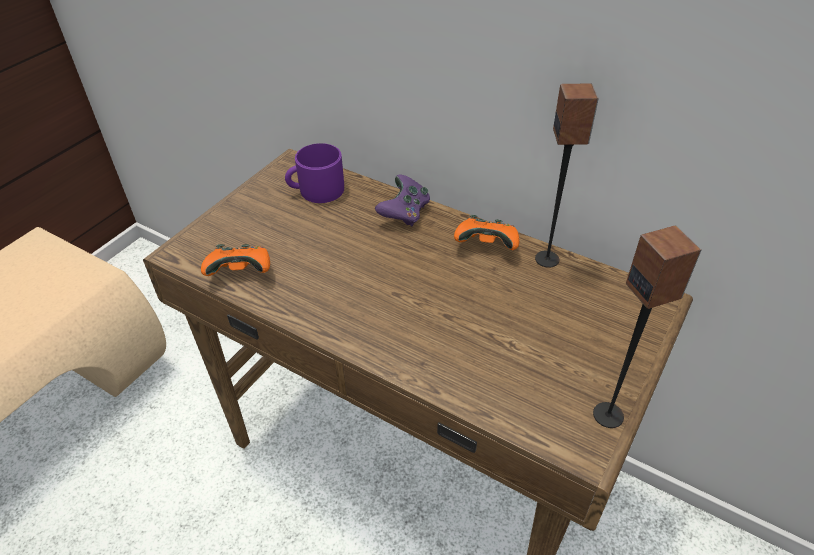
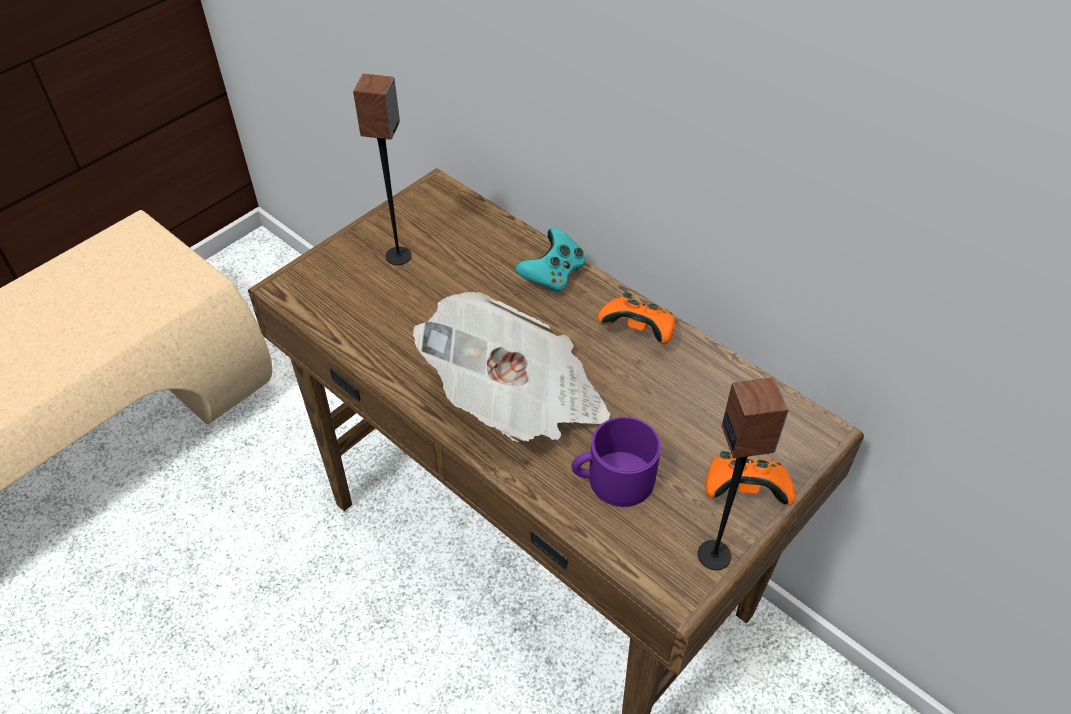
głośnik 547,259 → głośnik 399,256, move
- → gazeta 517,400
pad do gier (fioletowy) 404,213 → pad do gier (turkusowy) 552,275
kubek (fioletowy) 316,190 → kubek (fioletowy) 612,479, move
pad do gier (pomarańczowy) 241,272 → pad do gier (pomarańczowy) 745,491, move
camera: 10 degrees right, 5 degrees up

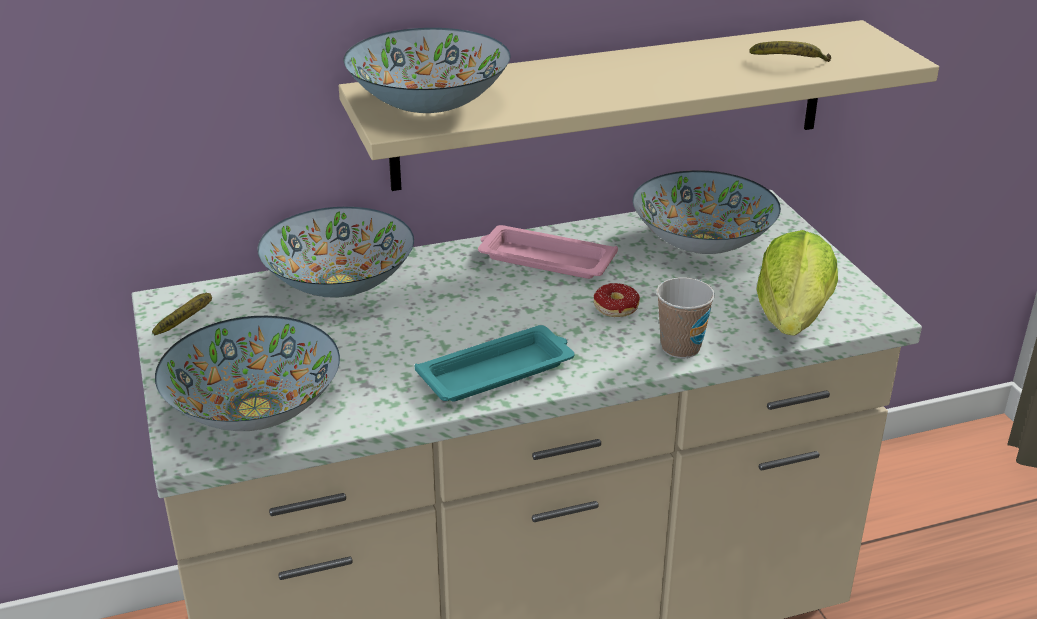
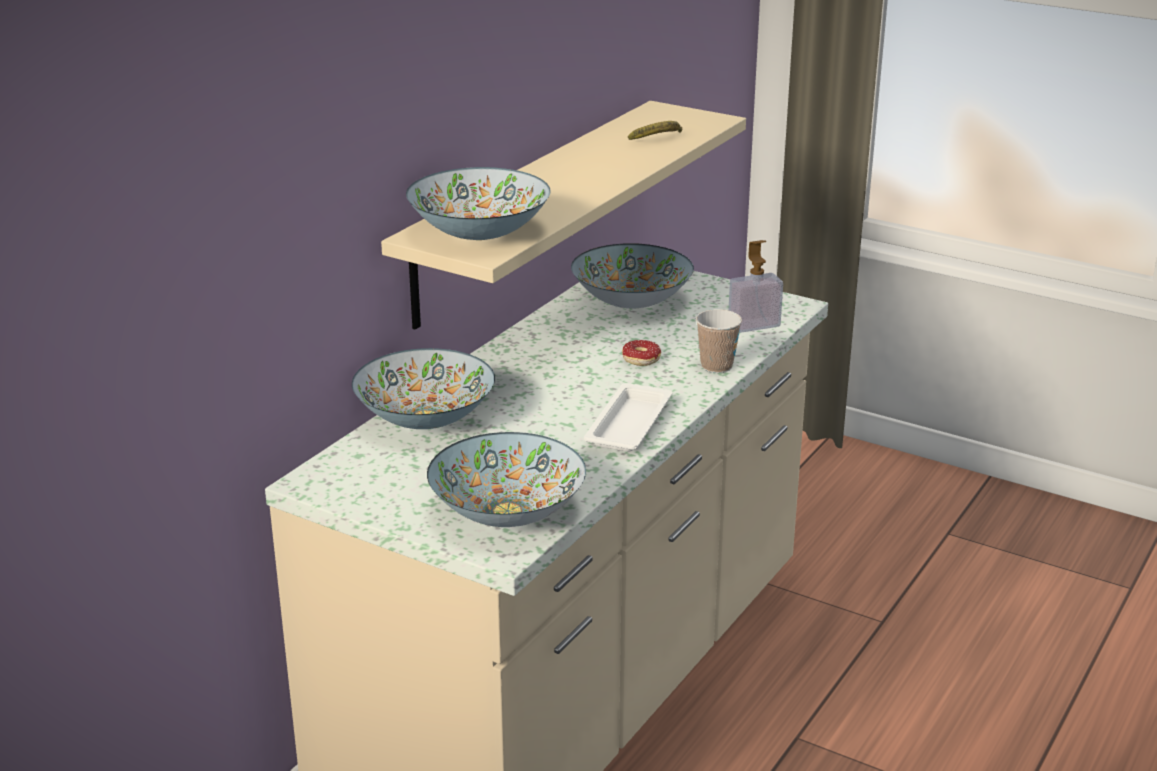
taca (turkusowy) 498,371 → taca (biały) 630,424
sałata 792,318 → dozownik mydła 754,325
banan 190,321 → -
taca (różowy) 544,259 → -
camera: 40 degrees left, 5 degrees down

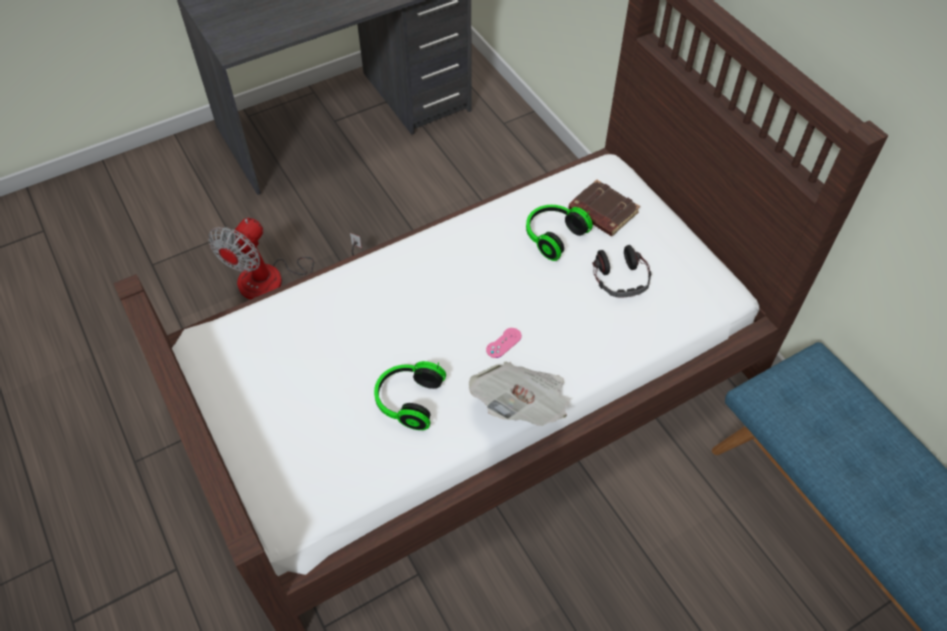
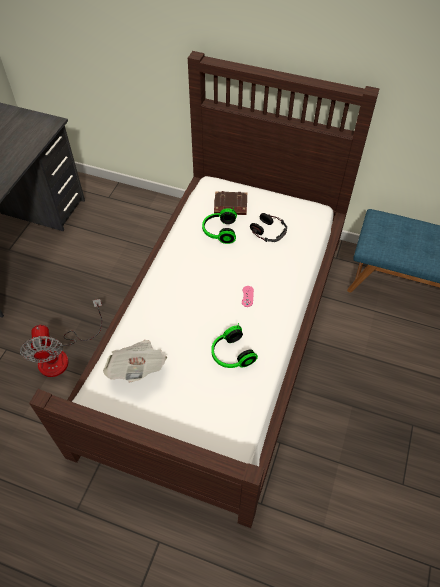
gazeta 522,405 → gazeta 137,368, move
camera: 40 degrees left, 0 degrees up

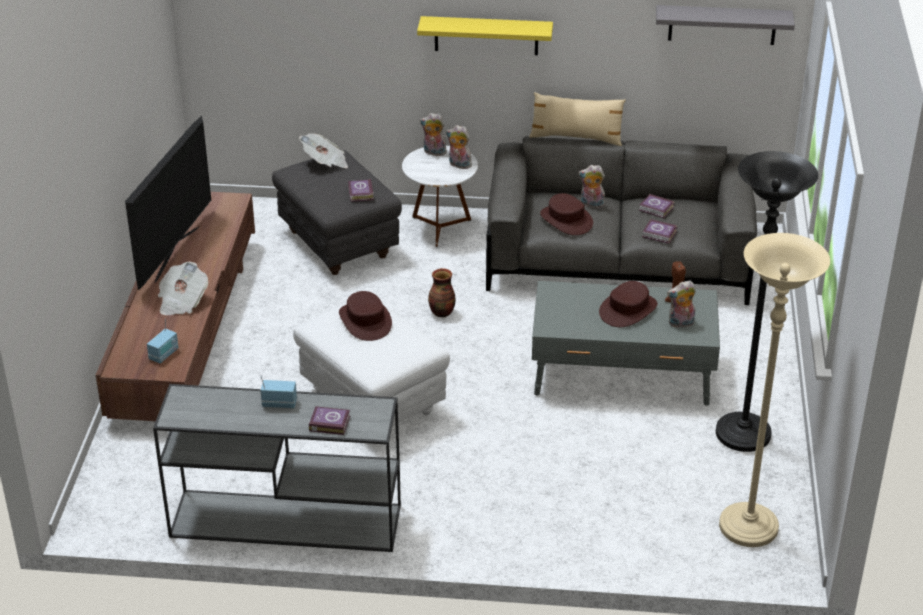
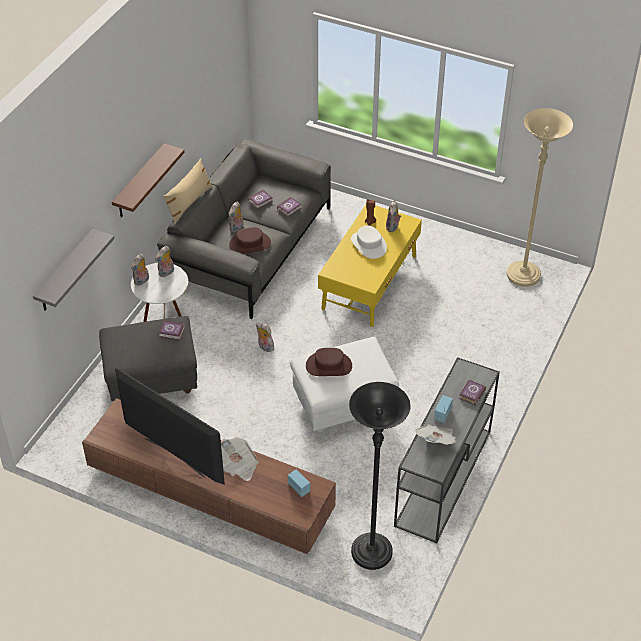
półka (szary) 722,25 → półka (szary) 65,272, move
półka (żółty) 486,35 → półka (brązowy) 139,182
wazon 442,313 → pluszak 264,347
ława (szary) 623,374 → ława (żółty) 369,282
lampa stojąca (czarny) 742,435 → lampa stojąca (czarny) 371,553, move
kapelusz (brązowy) 628,310 → kapelusz (biały) 369,244
gazeta 325,162 → gazeta 436,441, move
camera: 70 degrees left, 10 degrees up

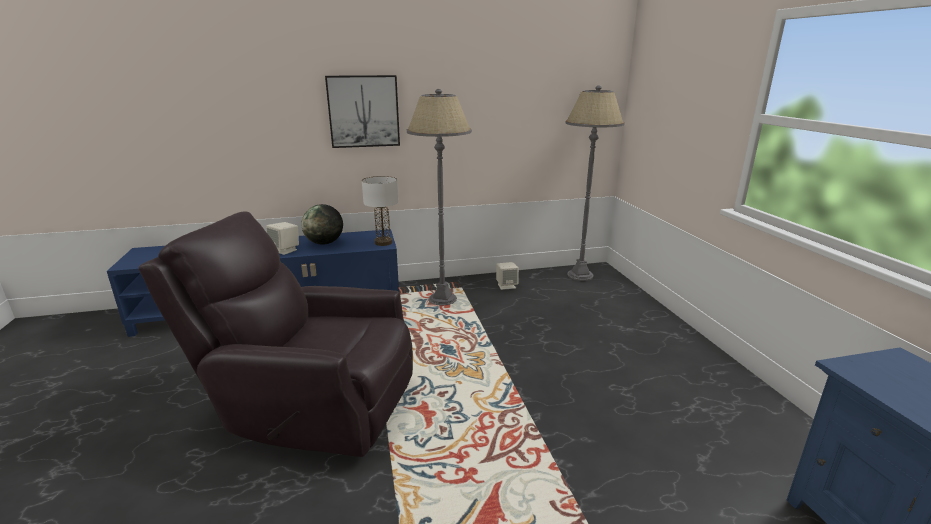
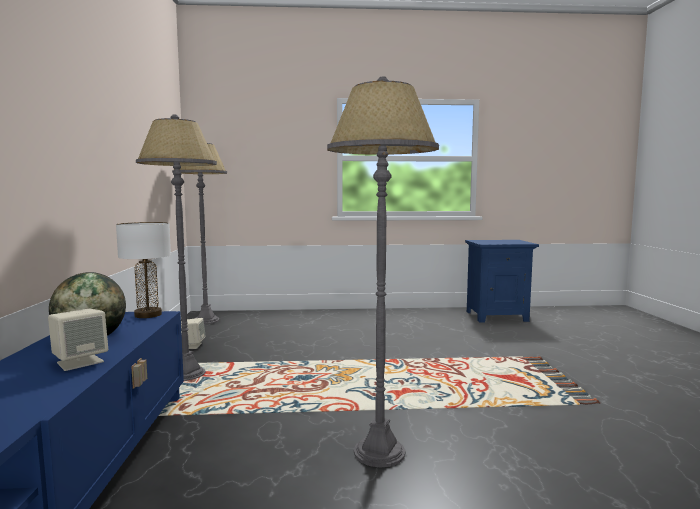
fotel (brązowy) 309,404 → lampa stojąca (szary) 379,452
obraz 363,111 → -
camera: 80 degrees left, 15 degrees down

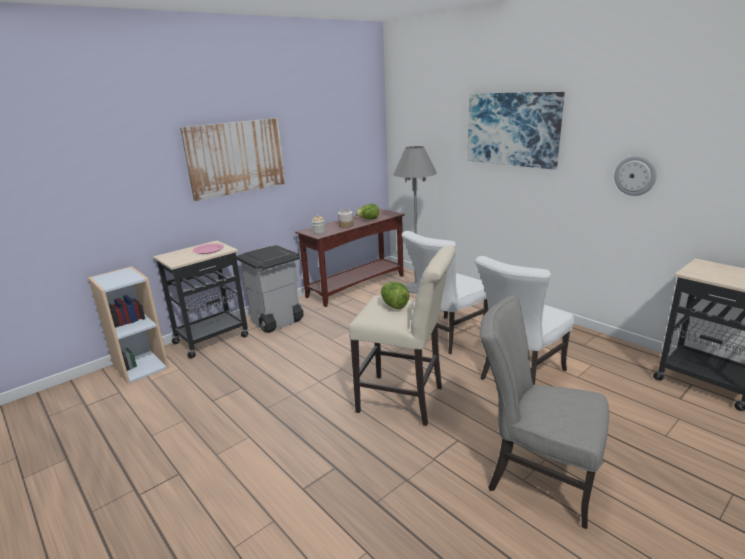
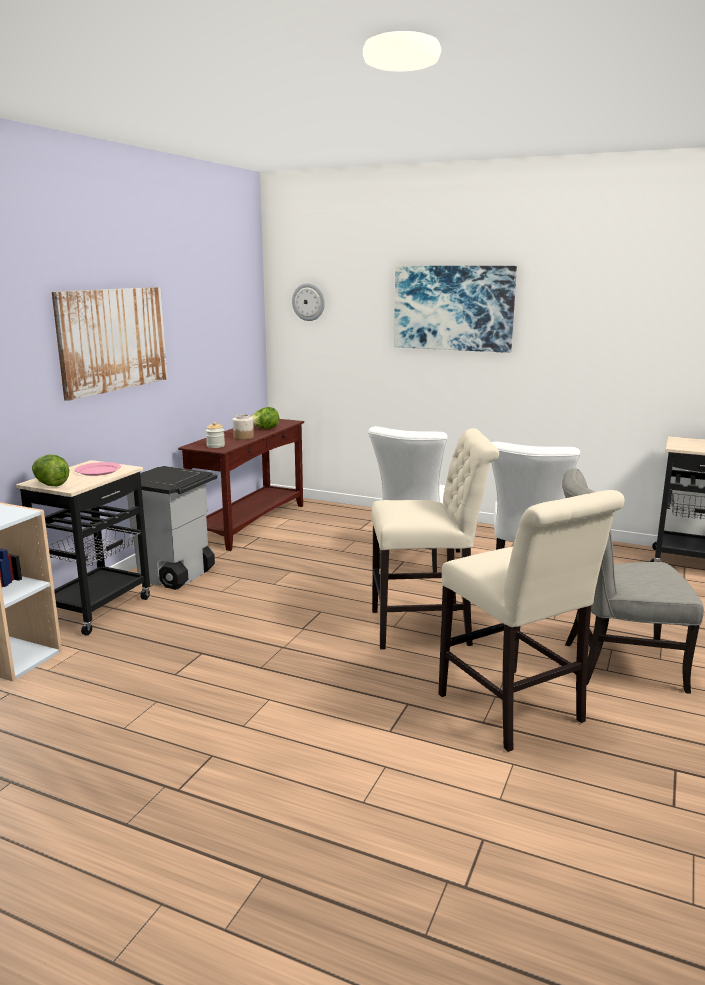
sałata 394,305 → sałata 51,484, move
zegar ścienny 635,175 → zegar ścienny 308,302, move
- → stołek (beżowy) 514,713
lampa stojąca (szary) 416,288 → -
camera: 25 degrees left, 5 degrees down

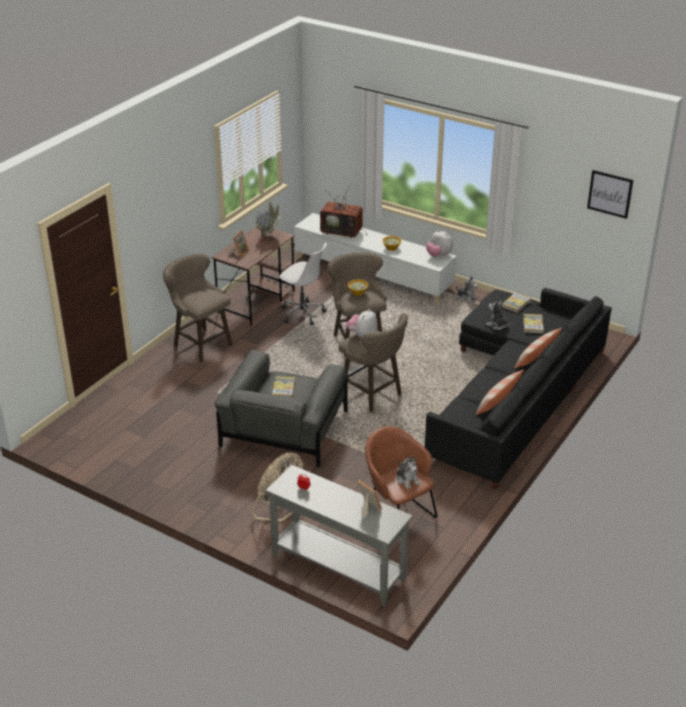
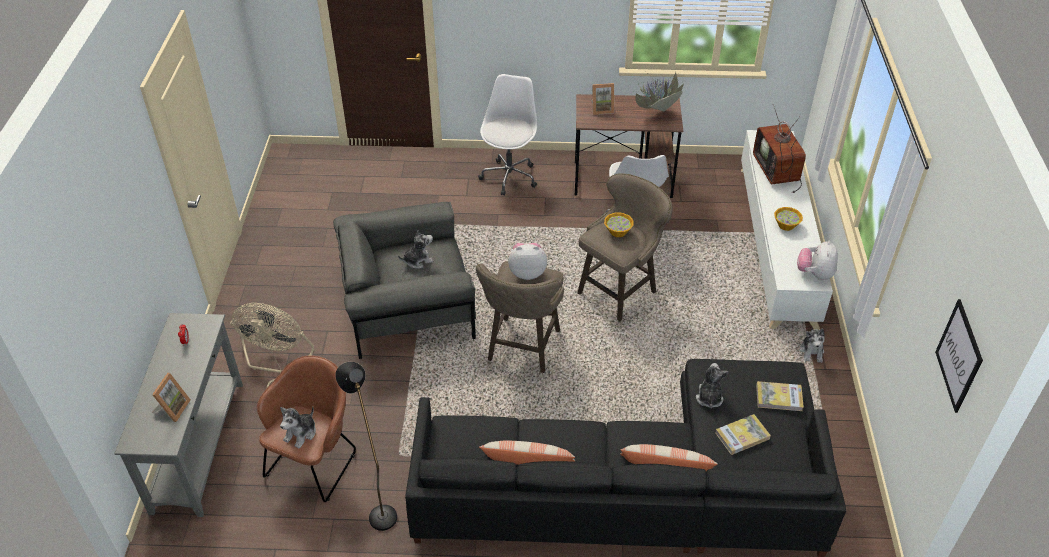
- → lampa stojąca (czarny) 379,510
książka 283,389 → pluszak 417,260
stołek (beżowy) 201,344 → krzesło biurowe (biały) 509,176
camera: 60 degrees right, 10 degrees up

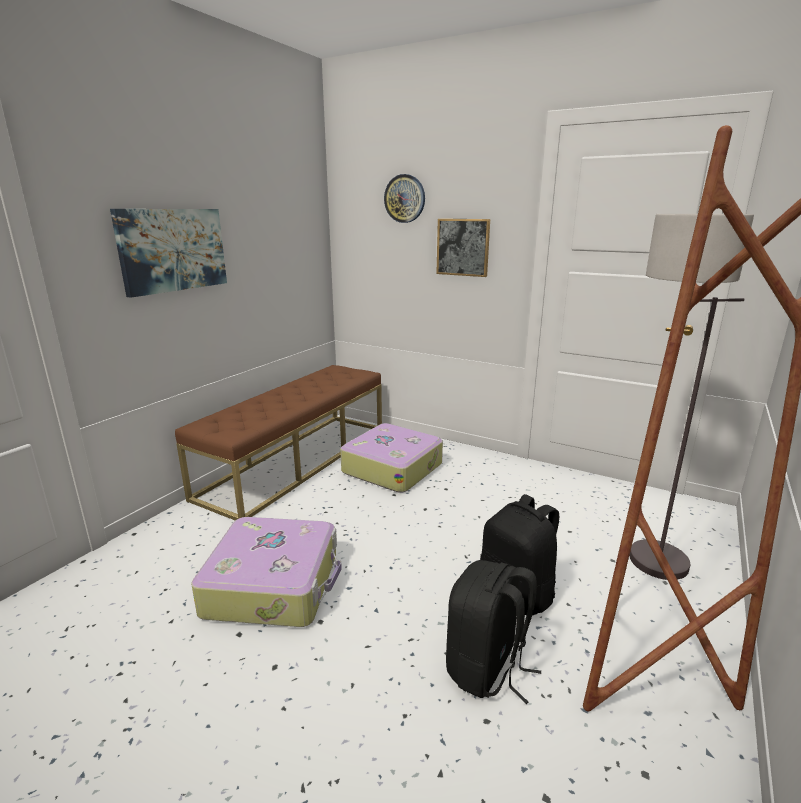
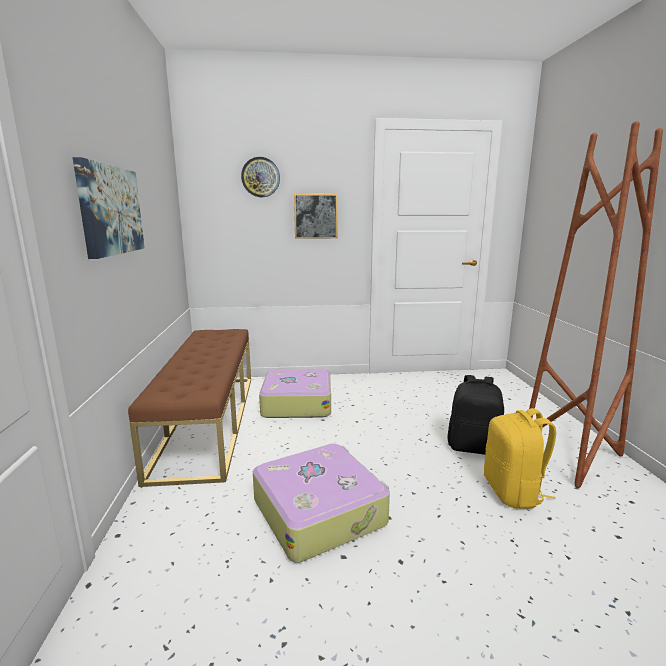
plecak (czarny) 487,668 → plecak (żółty) 513,492
lampa stojąca (szary) 642,563 → -
camera: 35 degrees left, 5 degrees down

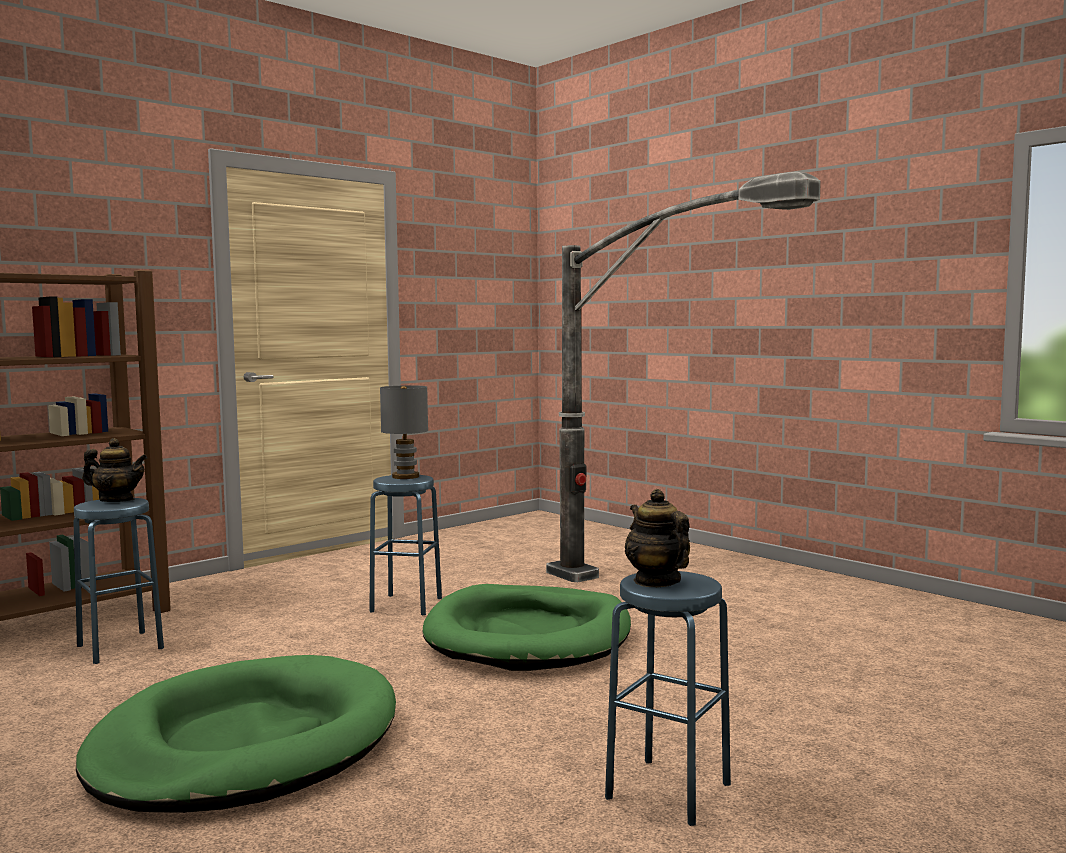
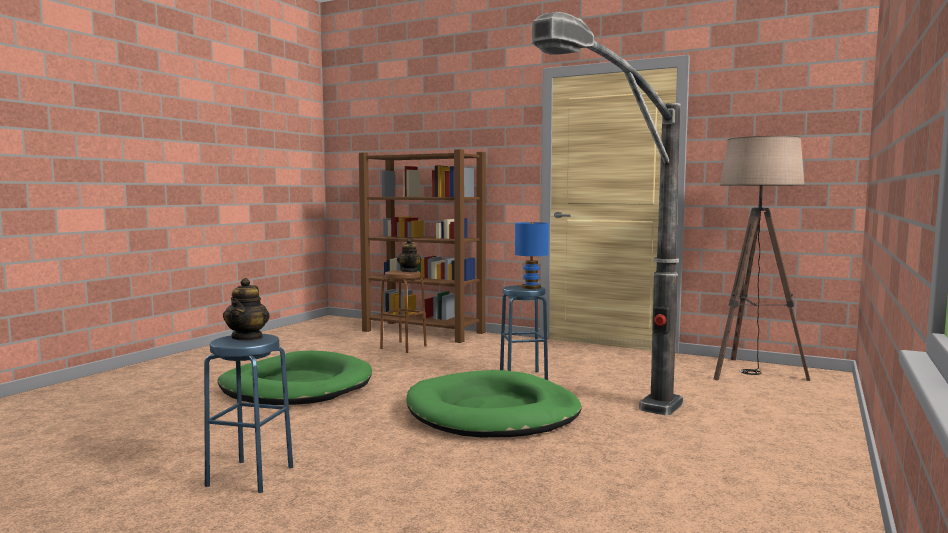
imbryk 656,581 → imbryk 248,337, 135 degrees clockwise
stołek (niebieski) 120,647 → stołek (brązowy) 403,347
lampa stołowa (szary) 405,476 → lampa stołowa (niebieski) 530,287
- → lampa stojąca 752,372
camera: 70 degrees right, 0 degrees up

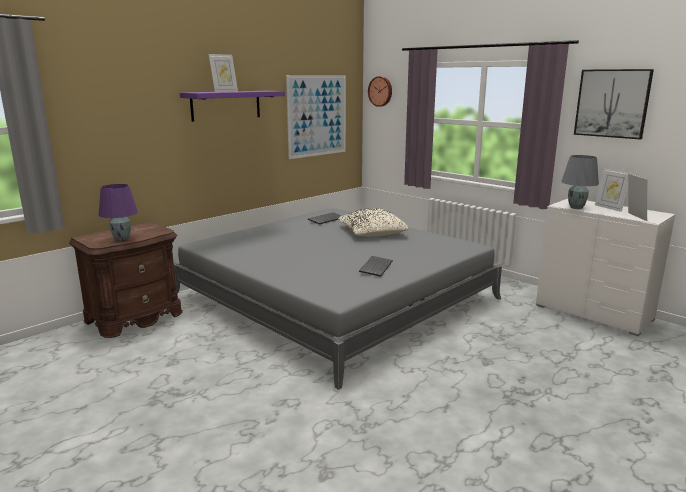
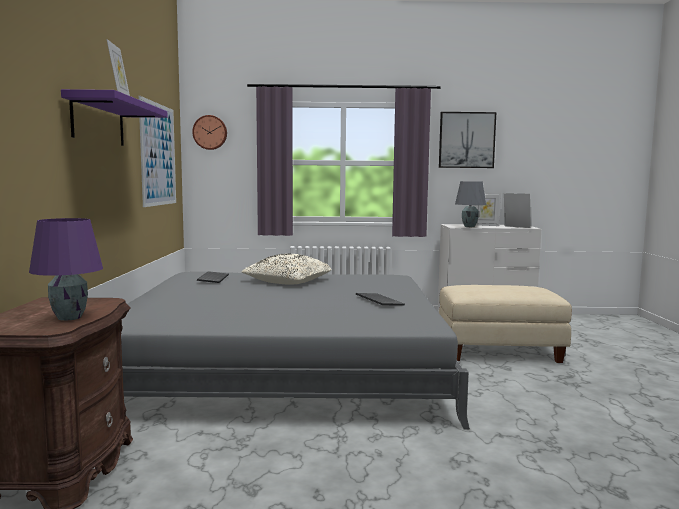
- → pufa (beżowy) 499,350
camera: 45 degrees left, 10 degrees down

